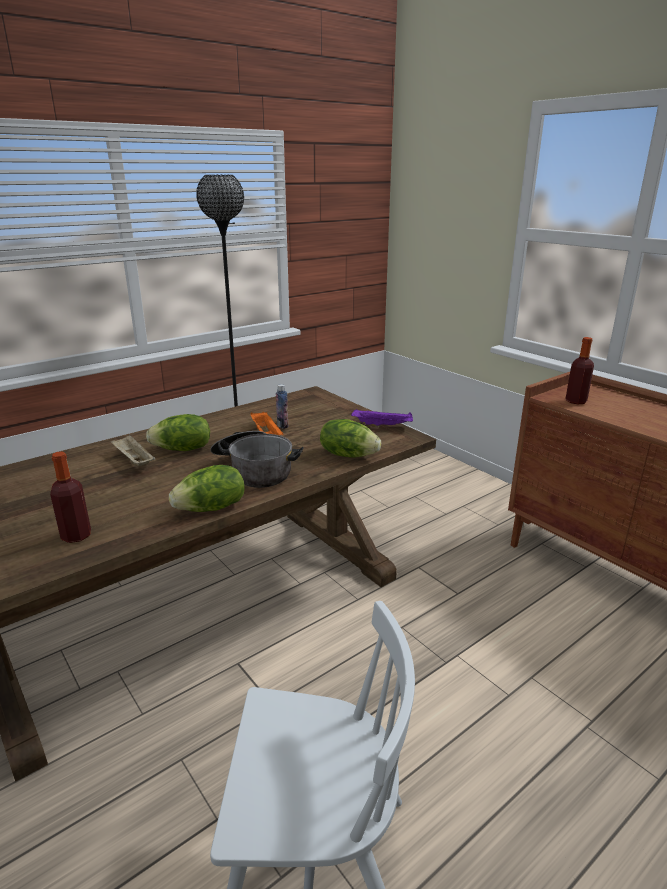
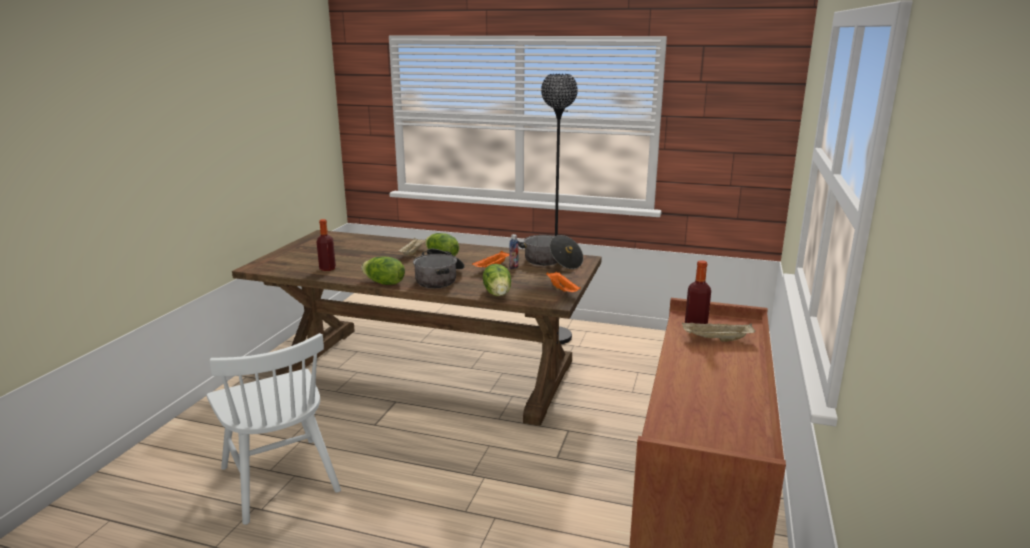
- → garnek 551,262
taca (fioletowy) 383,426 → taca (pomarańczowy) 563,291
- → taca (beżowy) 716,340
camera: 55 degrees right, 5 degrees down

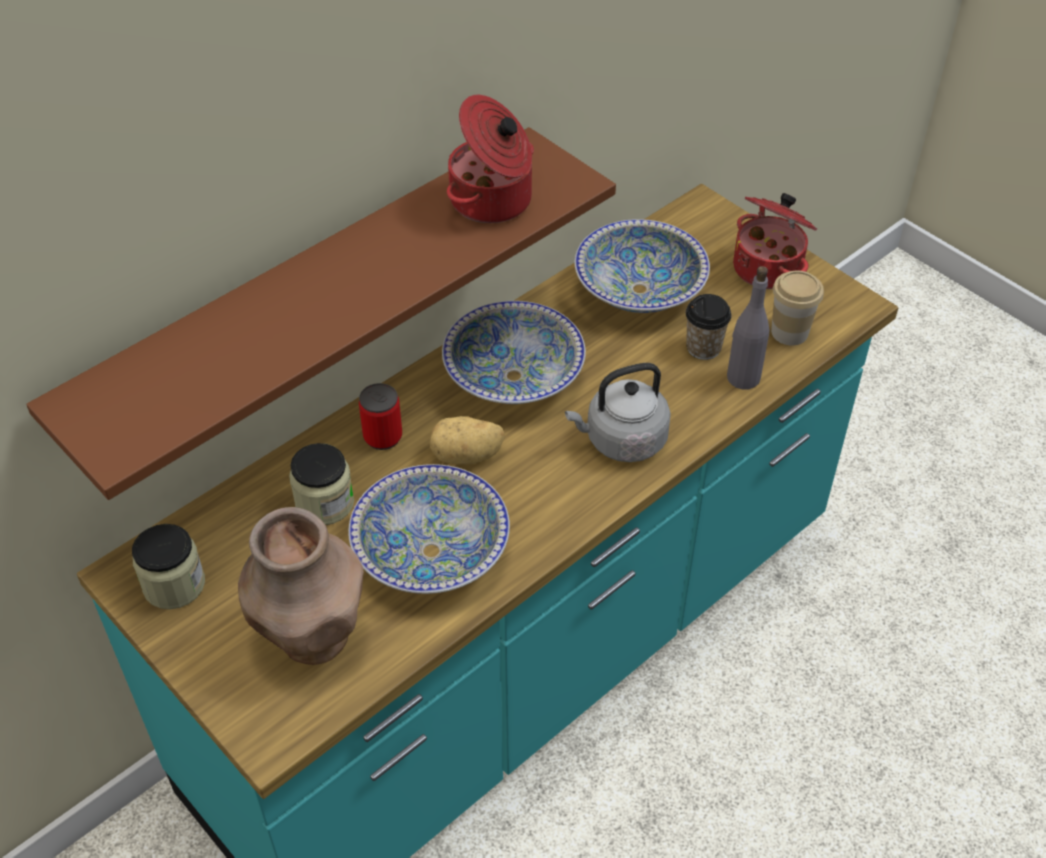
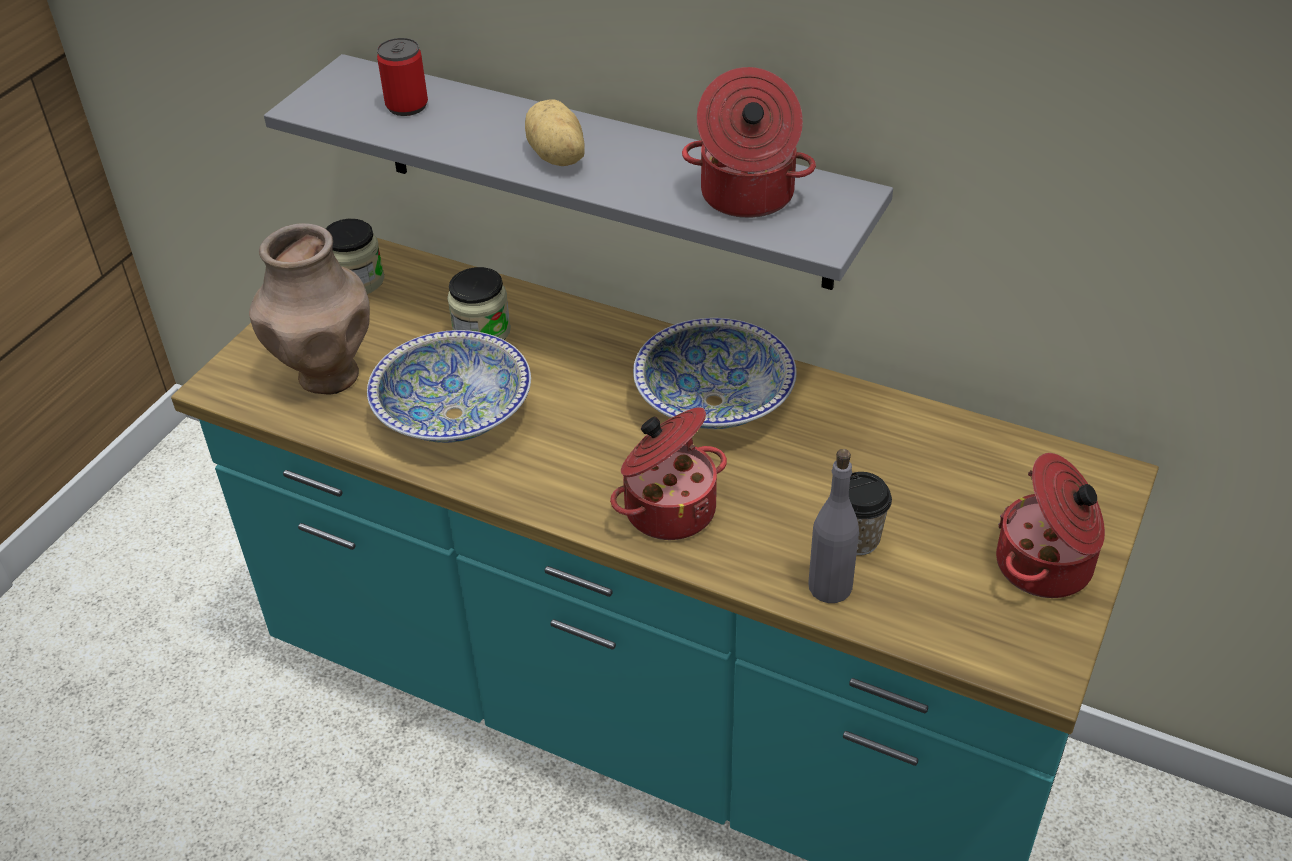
półka (brązowy) 310,299 → półka (szary) 600,171
puszka 383,437 → puszka 407,106, move
ziemniak 467,456 → ziemniak 556,157, move
czajnik (szary) 621,440 → garnek 668,508
miska 640,289 → -
filiżanka 789,332 → -
camera: 70 degrees right, 5 degrees down

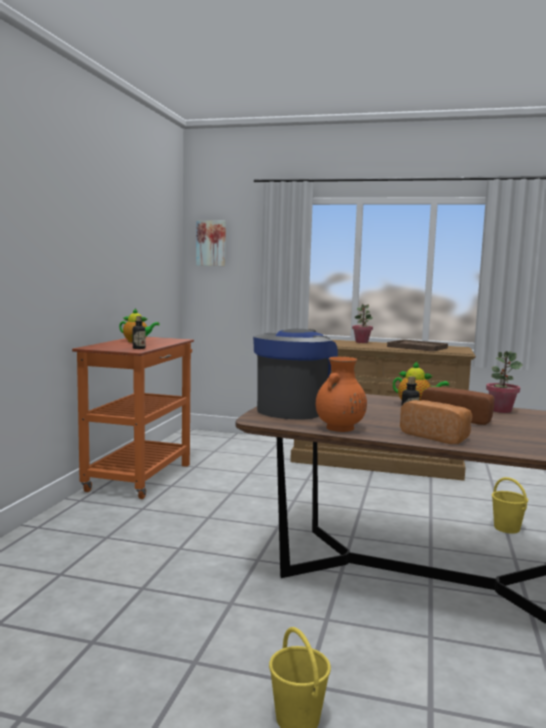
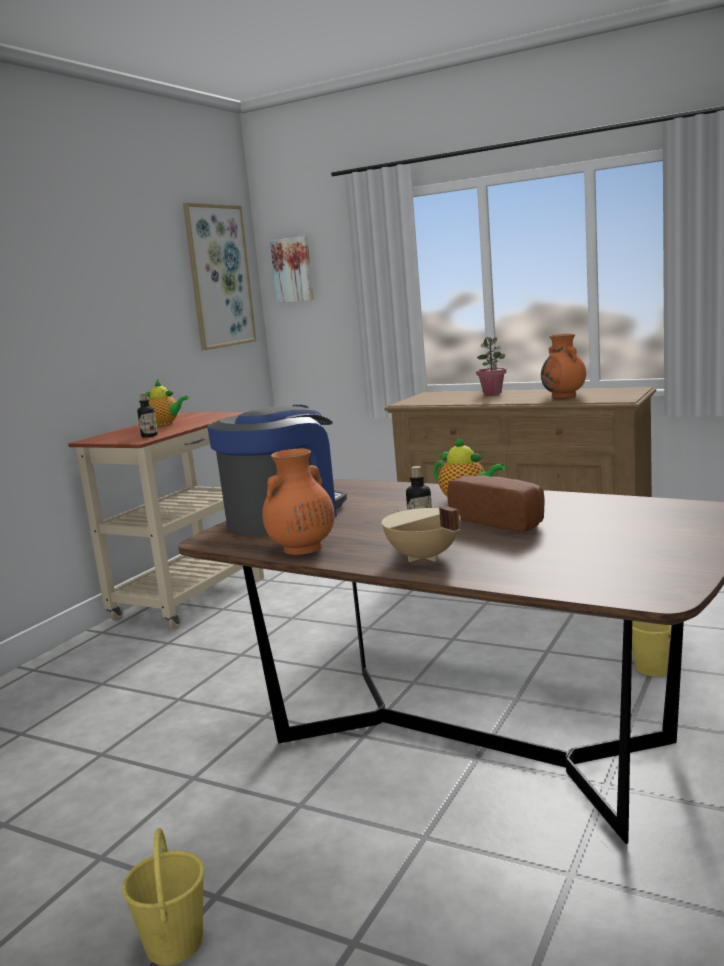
wózek (pomarańczowy) 140,477 → wózek (beżowy) 191,598
- → obraz 219,276
chleb 436,436 → garnek (beżowy) 423,557
taca (brązowy) 417,347 → wazon (pomarańczowy) 564,396
roślina doniczkowa 501,410 → -
camera: 15 degrees right, 5 degrees up

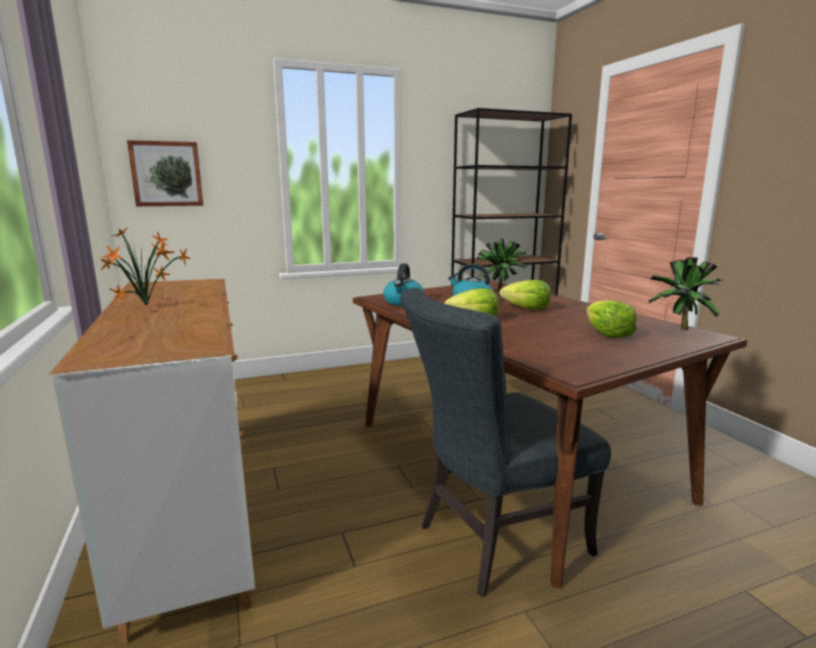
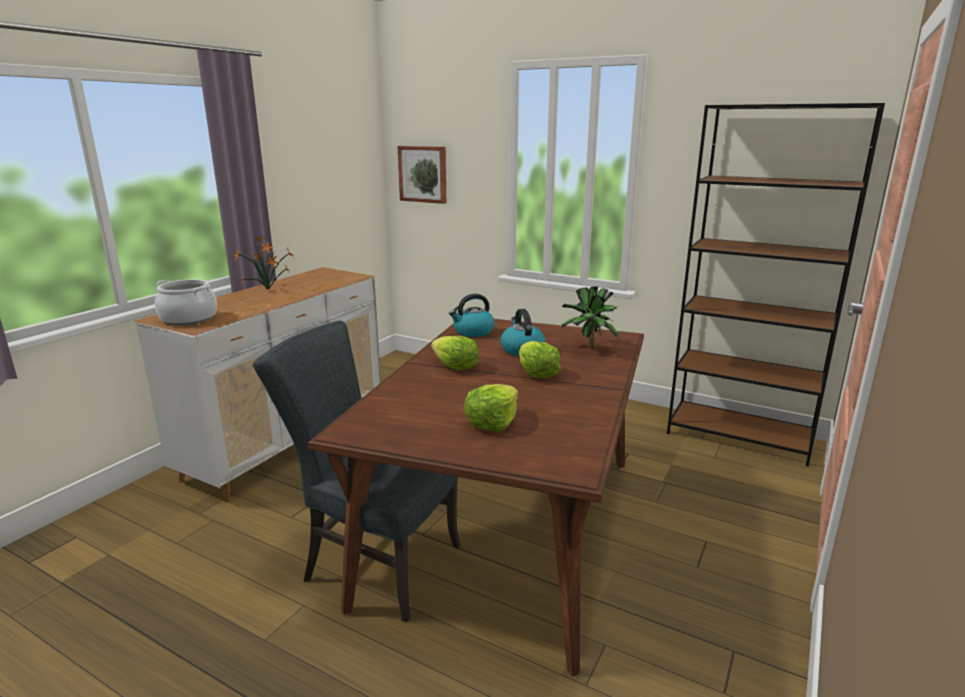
- → garnek 189,318
roślina doniczkowa 679,329 → -
camera: 50 degrees right, 5 degrees up

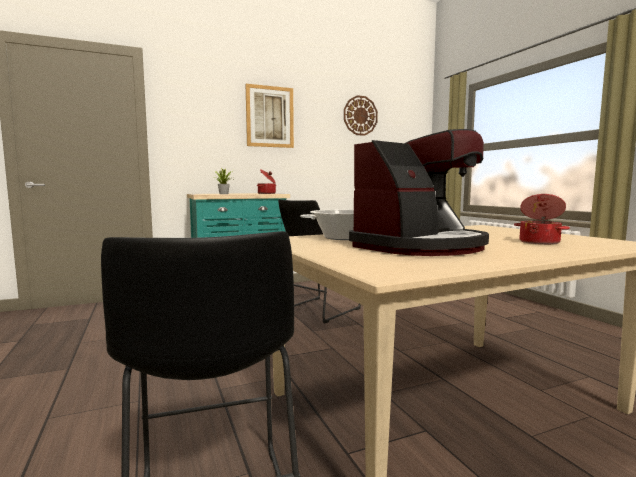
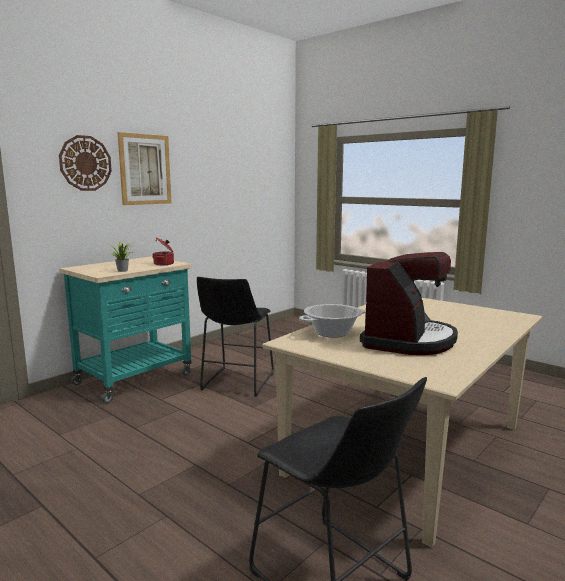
zegar ścienny 360,115 → zegar ścienny 85,163, move
garnek 539,242 → -
camera: 25 degrees left, 5 degrees up

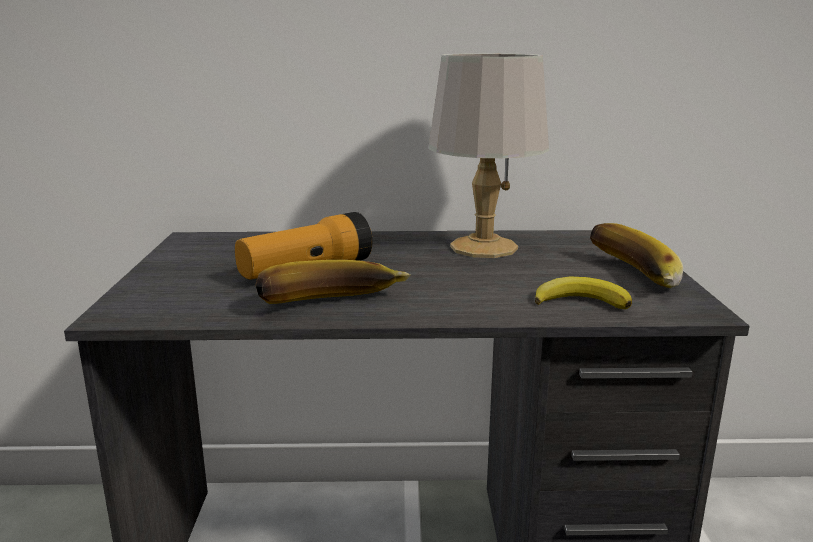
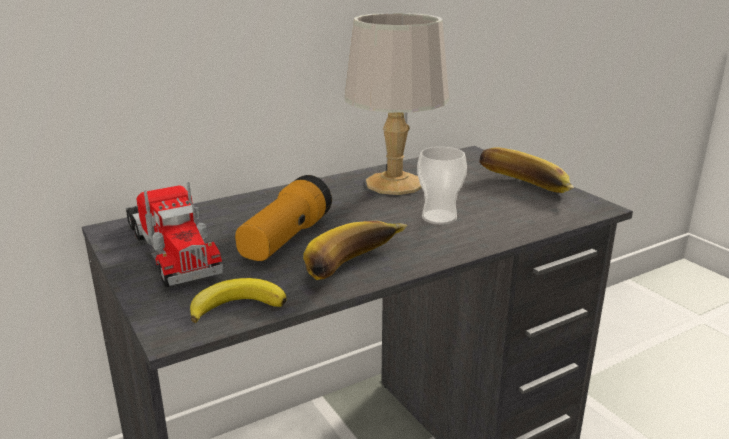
- → ciężarówka zabawkowa 171,250
banan 581,301 → banan 237,305, move
- → filiżanka 439,217
camera: 30 degrees left, 5 degrees up

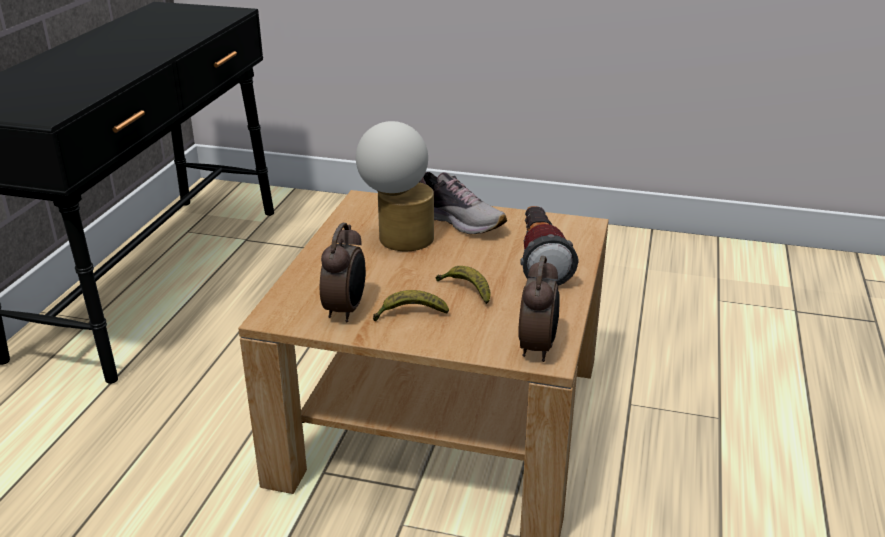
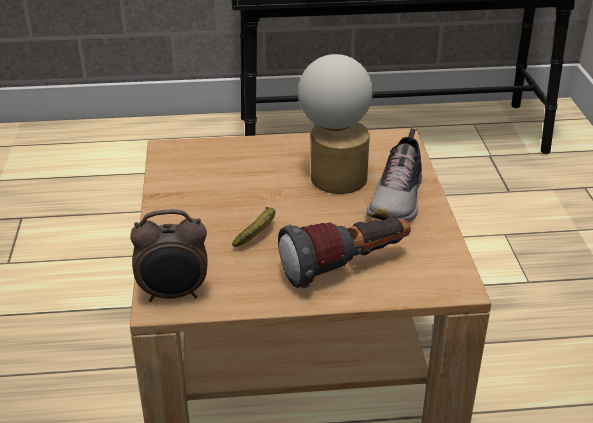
budzik 346,310 → -
banan 410,314 → -
camera: 70 degrees right, 5 degrees up

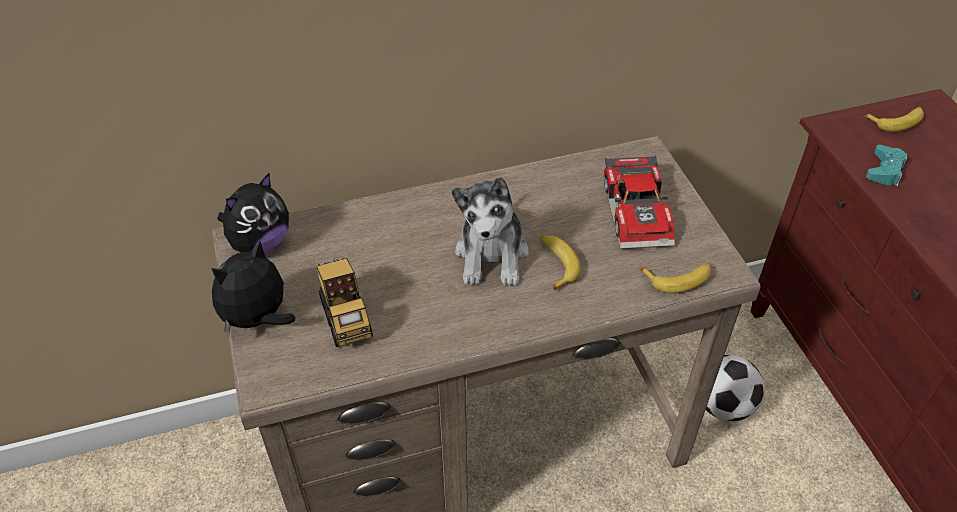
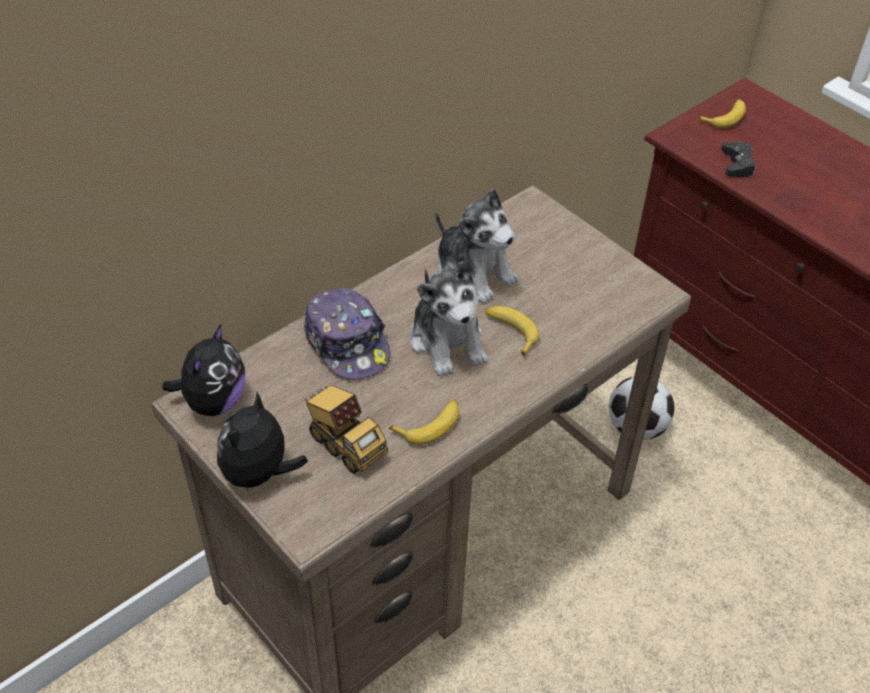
- → czapka z daszkiem 347,343
banan 679,279 → banan 429,425, move
- → pluszak 474,272
pad do gier (turkusowy) 885,170 → pad do gier (czarny) 737,164
samochodzik 639,212 → -
camera: 25 degrees left, 0 degrees up

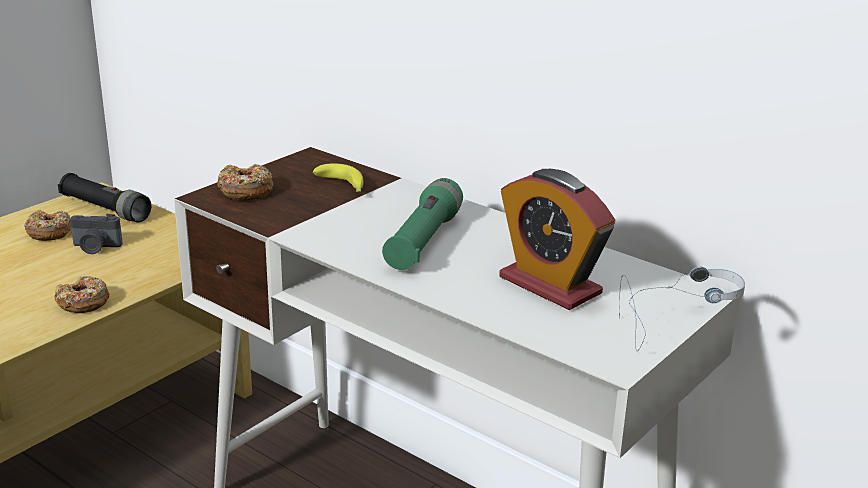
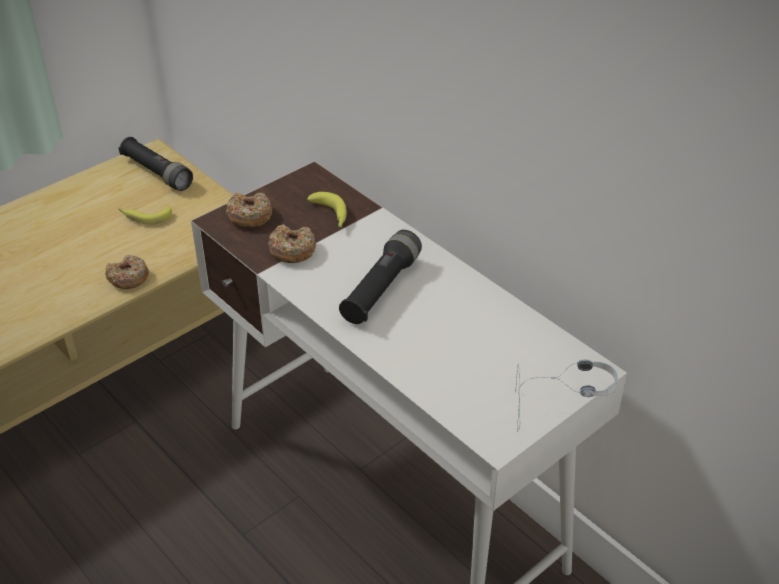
aparat fotograficzny 95,247 → banan 144,217
donut 49,232 → donut 292,250, move
latarka (zielony) 423,241 → latarka (czarny) 381,289
budzik 550,285 → -
camera: 10 degrees right, 15 degrees up

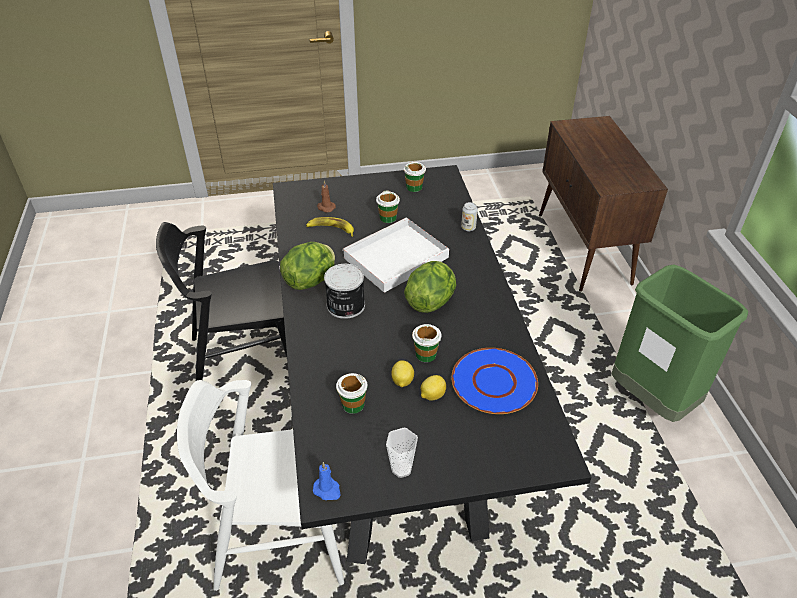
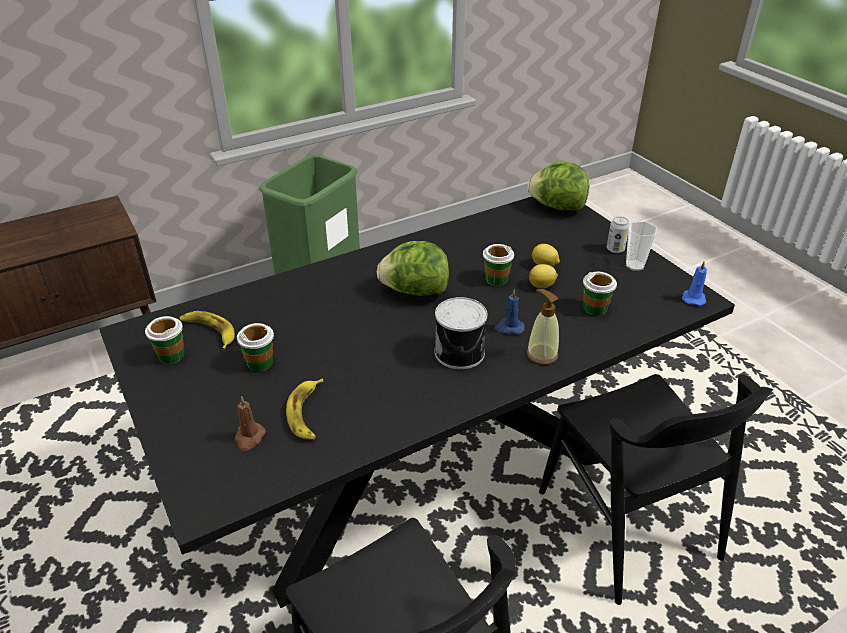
- → banan 209,331
- → świeca (niebieski) 509,328
- → dozownik mydła 541,354
sałata 311,280 → sałata 557,207, move
krzesło (biały) 282,534 → krzesło (czarny) 628,524
puszka 468,228 → puszka 615,249, move
taca (biały) 394,259 → -
talerz (niebieski) 494,382 → -
camera: 110 degrees left, 5 degrees down

